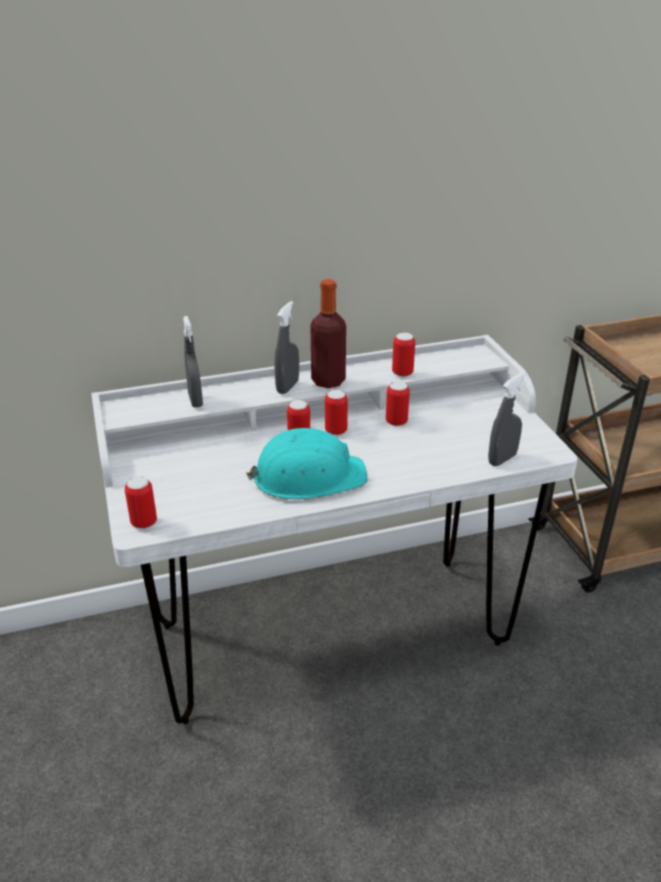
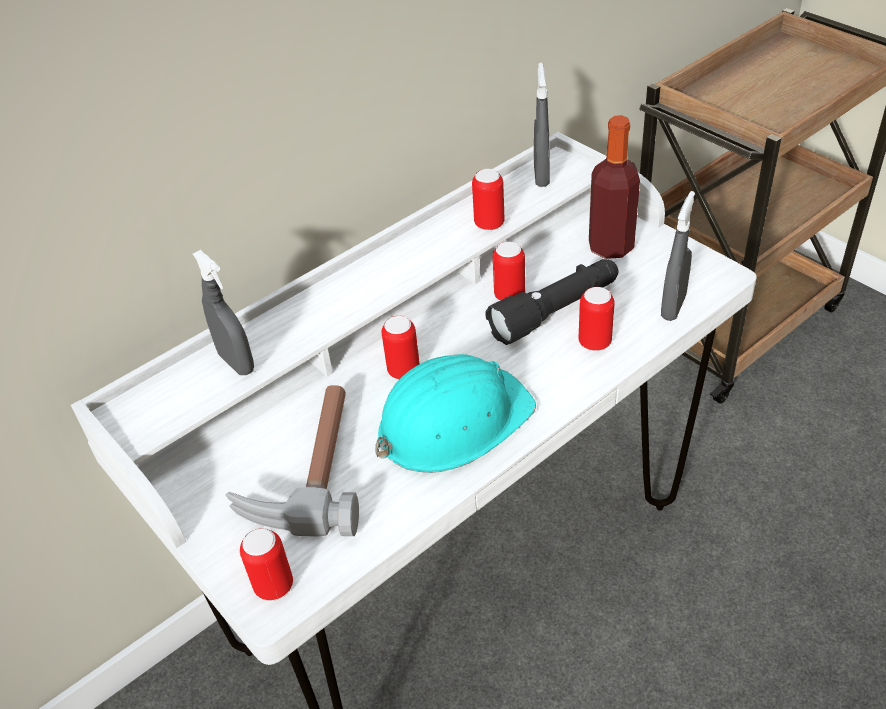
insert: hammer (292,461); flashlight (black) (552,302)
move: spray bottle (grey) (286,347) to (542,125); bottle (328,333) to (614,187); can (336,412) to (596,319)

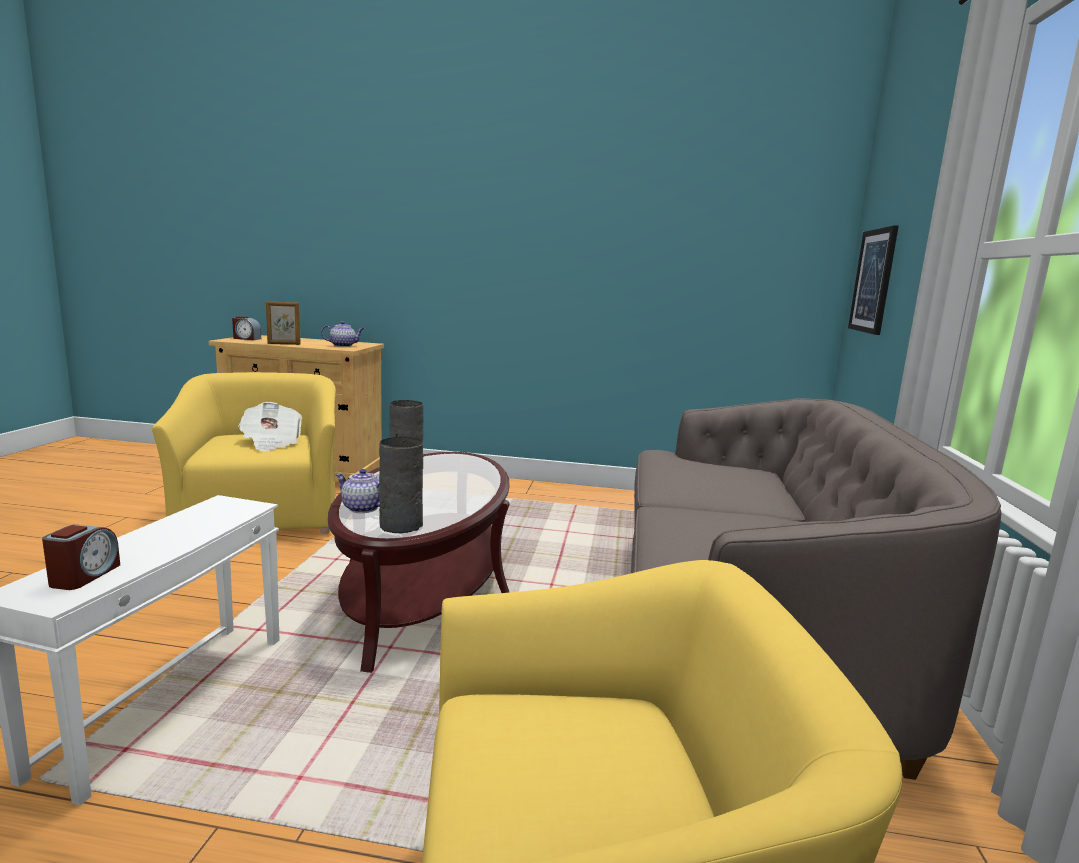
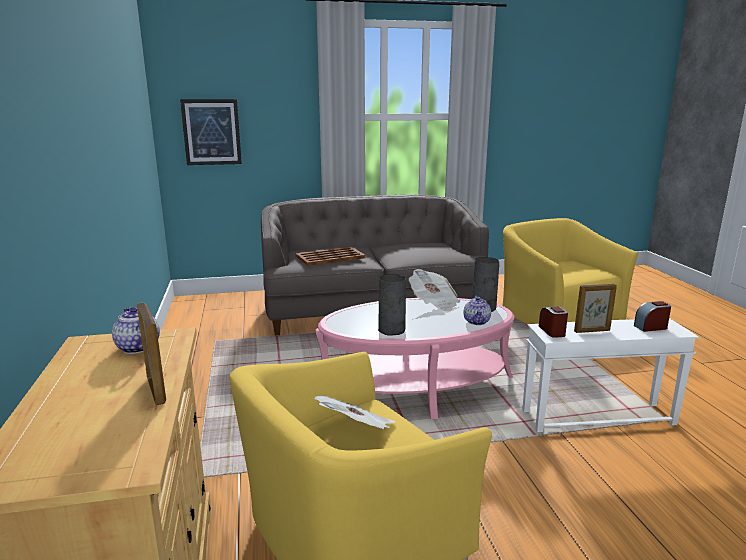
insert: tray (brown) (330,256); newspaper (434,291); picture frame (595,308)
move: alarm clock (246,328) to (553,322)
recolor: coffee table (brown) (419,562) to coffee table (pink) (415,358)

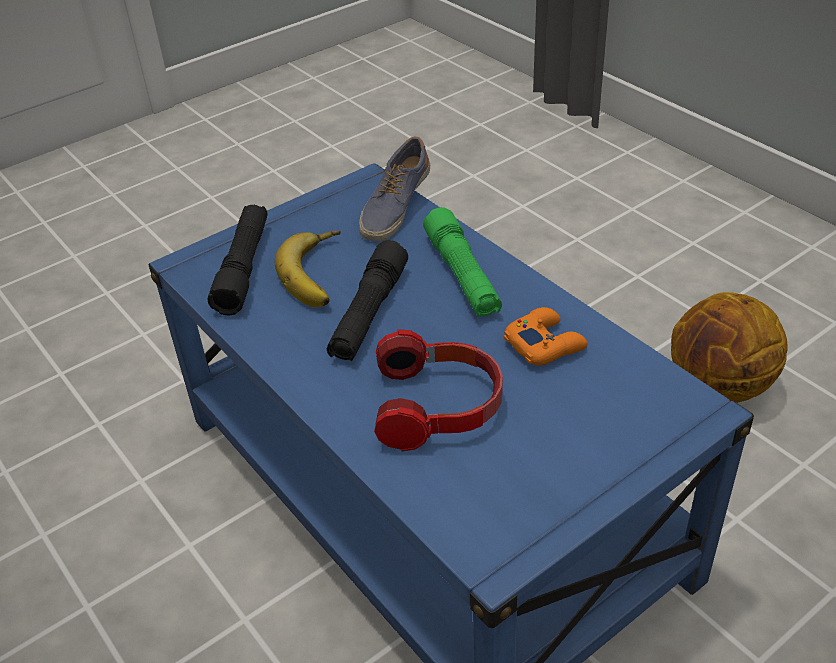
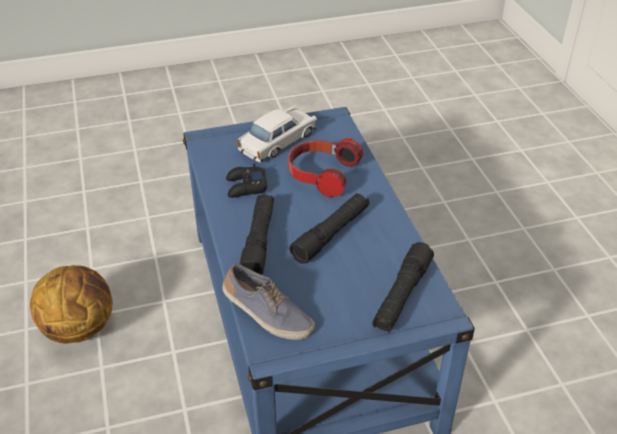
delete: banana (308,269)
insert: toy car (white) (277,133)
recolor: flashlight (green) (462,262) to flashlight (black) (257,235); game controller (orange) (546,336) to game controller (black) (247,181)
rotate: shoe (394,189) = (269,302) 75 degrees clockwise

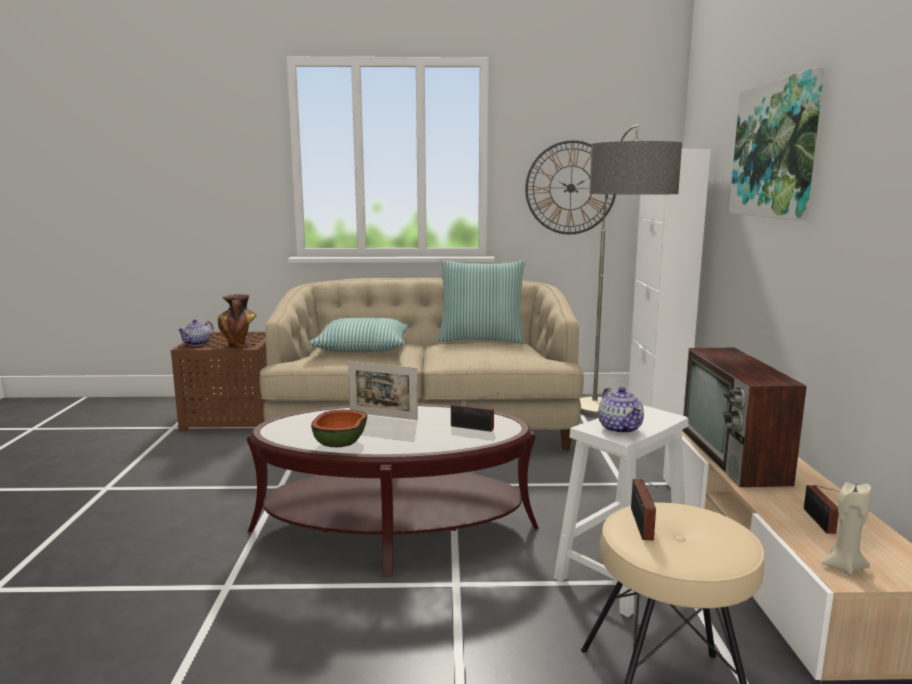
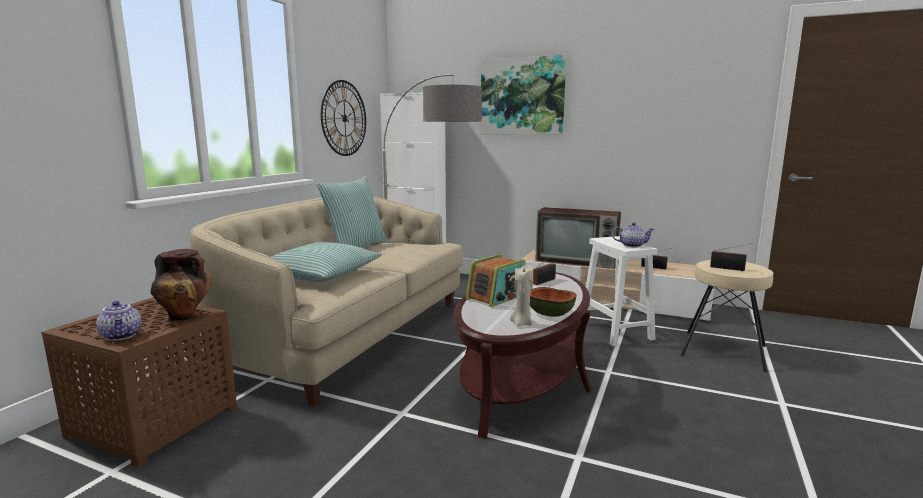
move: candle (beige) (847,528) to (521,295)
replace: picture frame (383,390) to radio (496,280)

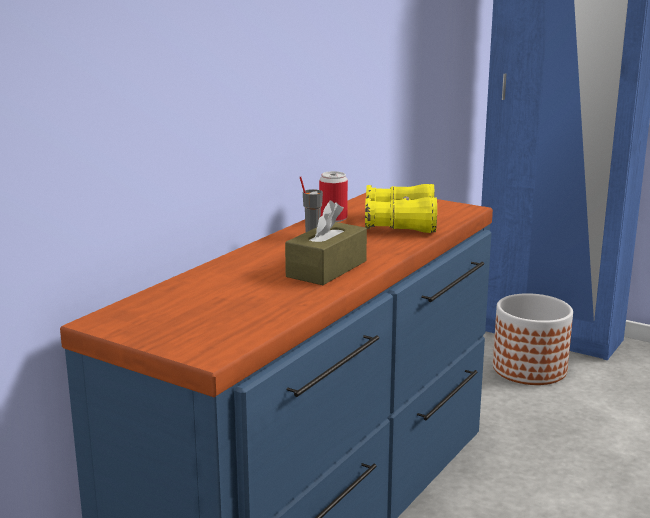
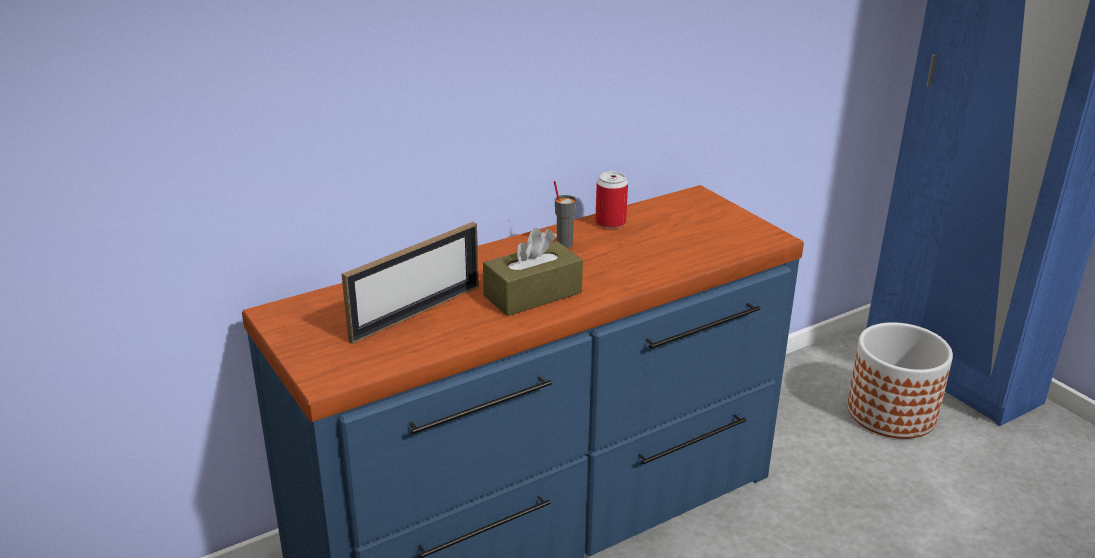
delete: binoculars (yellow) (401,208)
insert: picture frame (410,283)

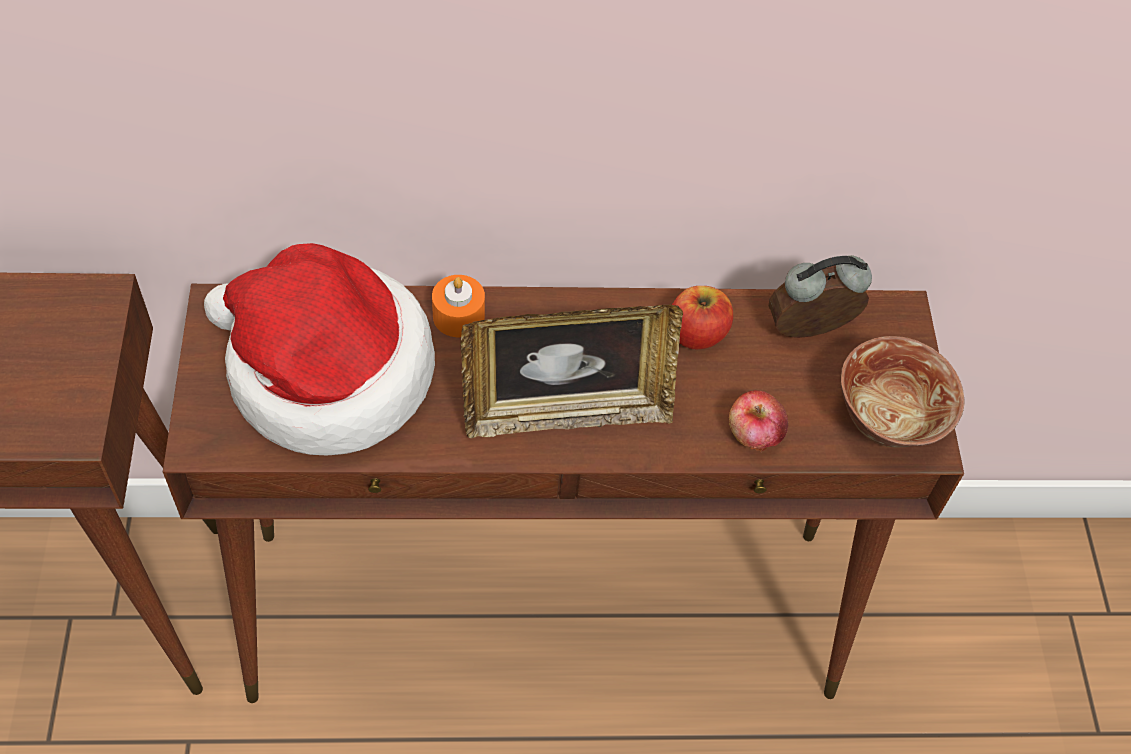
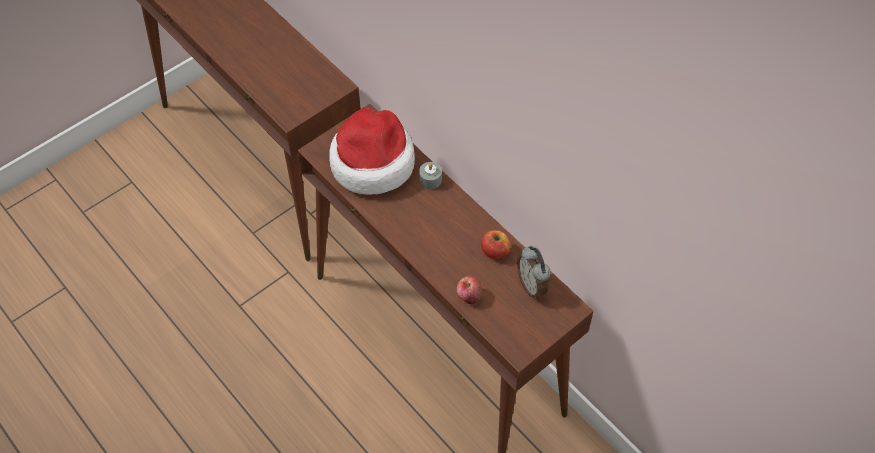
delete: picture frame (572,371); bowl (902,392)
recolor: candle (orange) (458,306) to candle (grey) (430,175)
rotate: alarm clock (820,296) = (534,272) 150 degrees counterclockwise

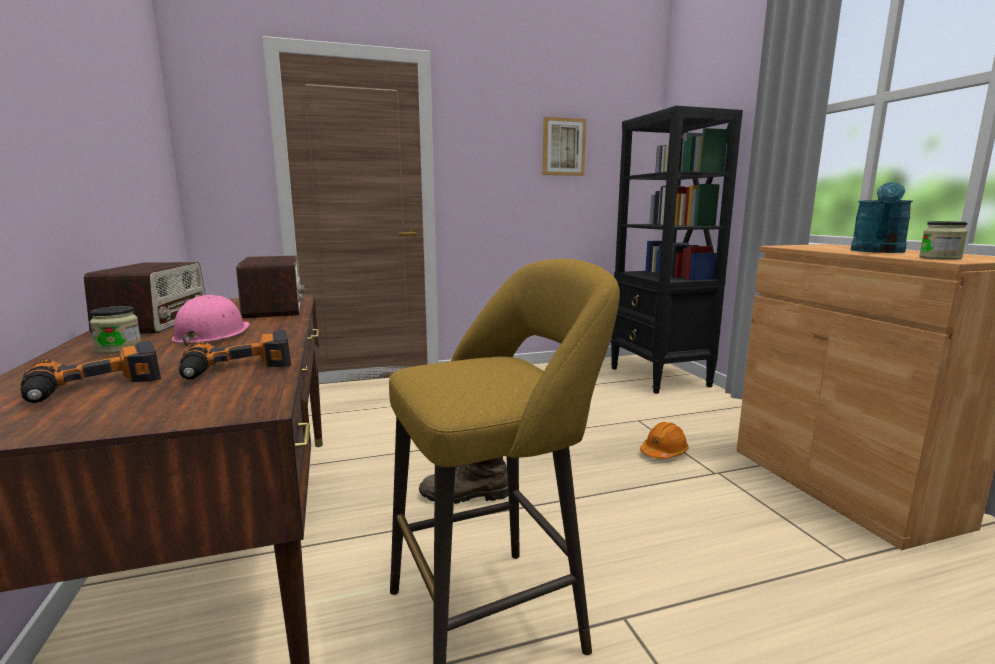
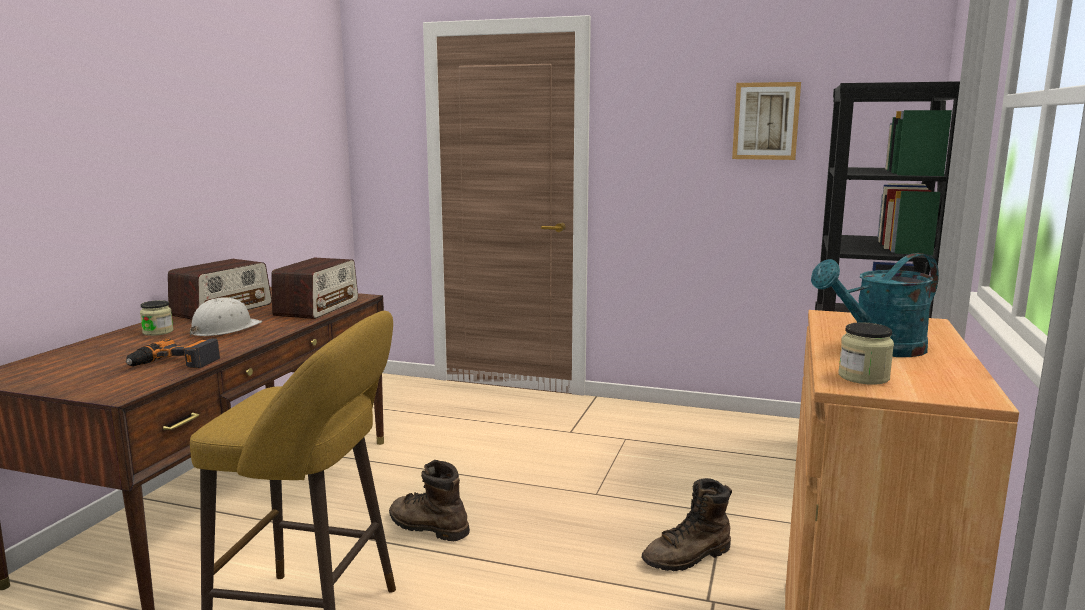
delete: power drill (91,372)
replace: hard hat (orange) (664,440) to boot (brown) (687,524)
recolor: hard hat (pink) (210,320) to hard hat (white) (226,316)

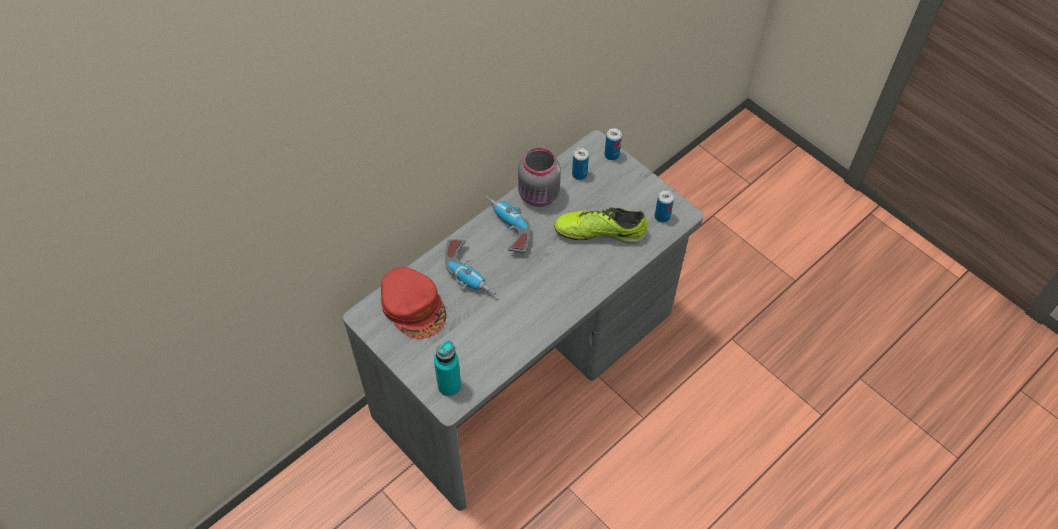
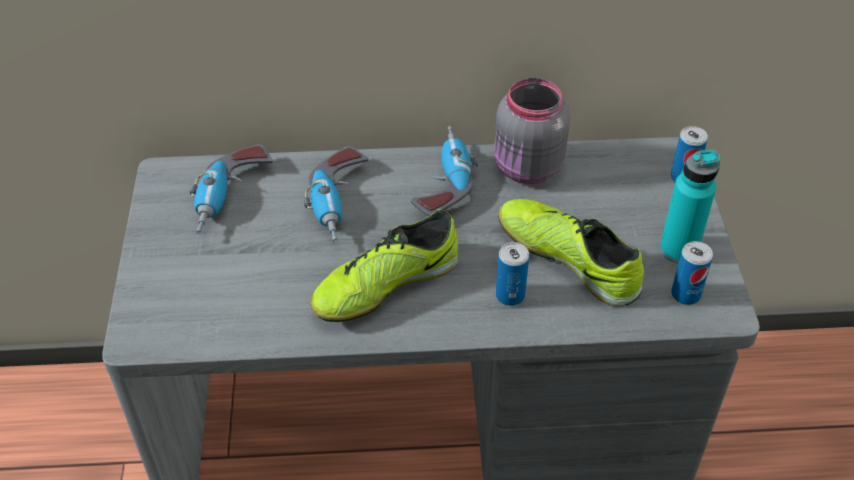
insert: shoe (384,265)
move: bottle (turquoise) (447,368) to (690,206); can (580,164) to (512,274)
replace: cap (red) (413,303) to power drill (231,189)

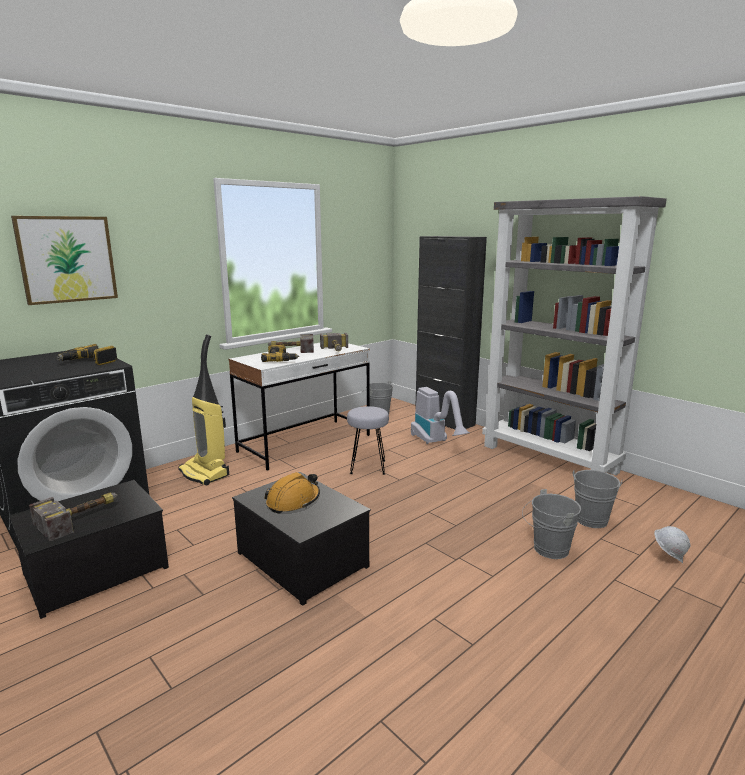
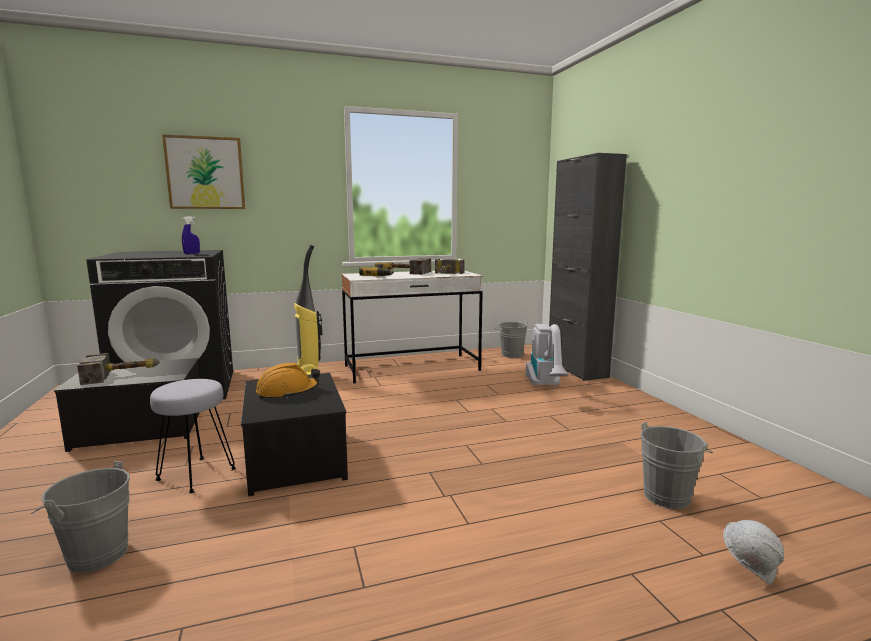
delete: bookcase (grey) (574,335)
move: stool (grey) (368,440) to (193,436); bucket (grey) (551,524) to (80,517)
replace: power drill (87,354) to spray bottle (blue) (191,235)

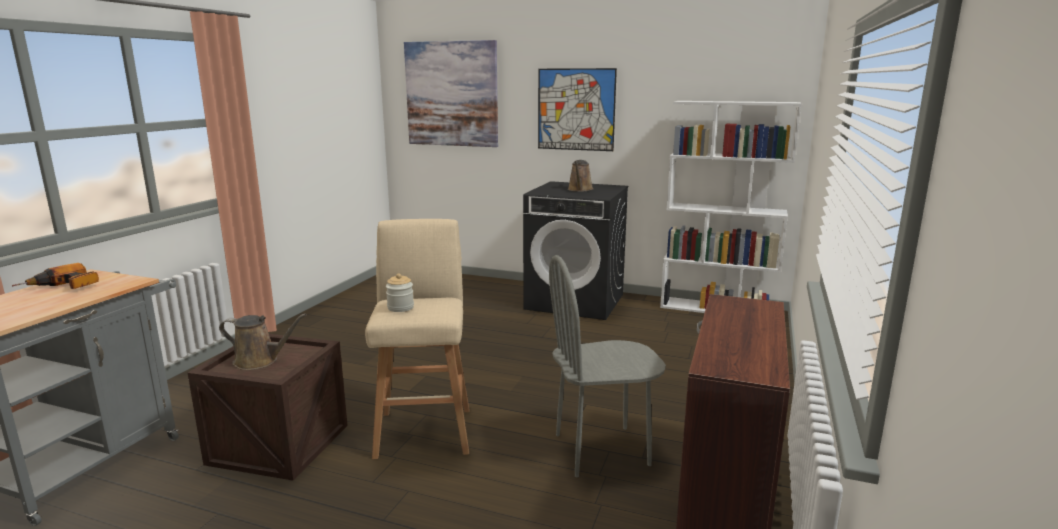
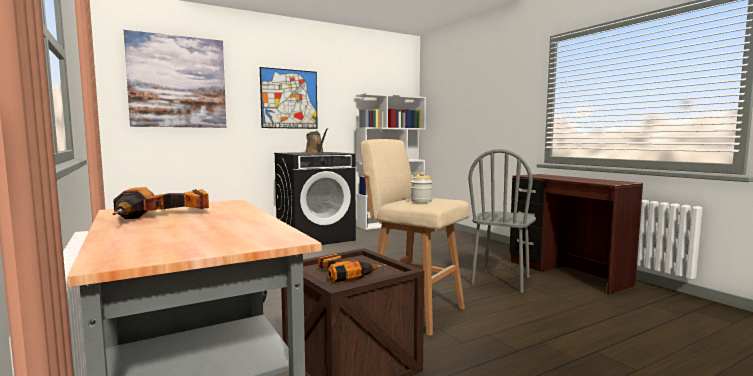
replace: watering can (brown) (263,342) to power drill (352,268)

